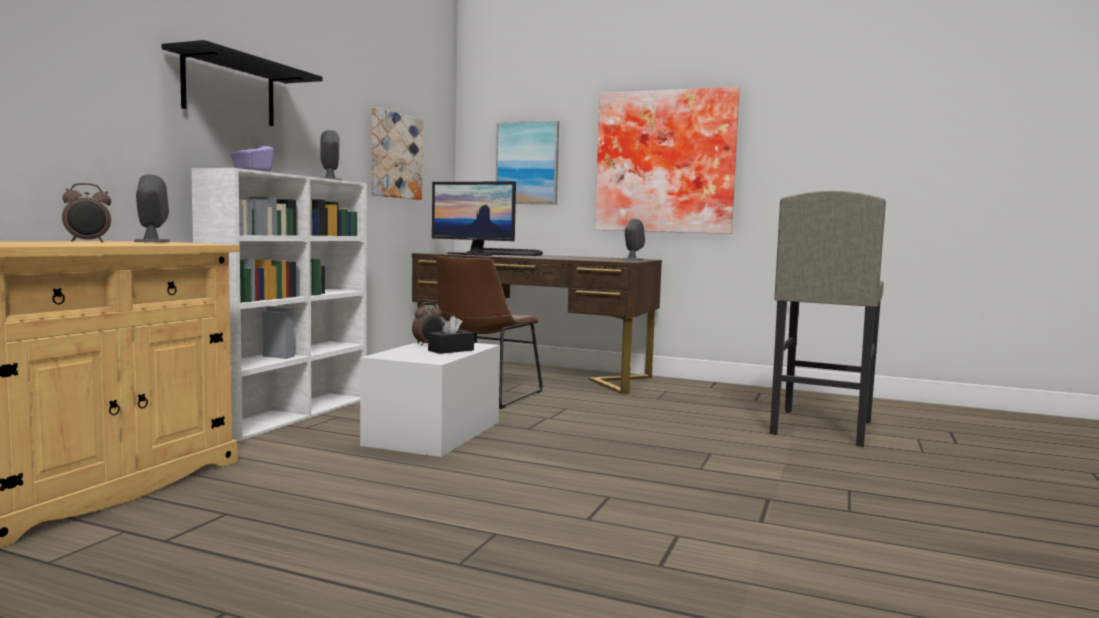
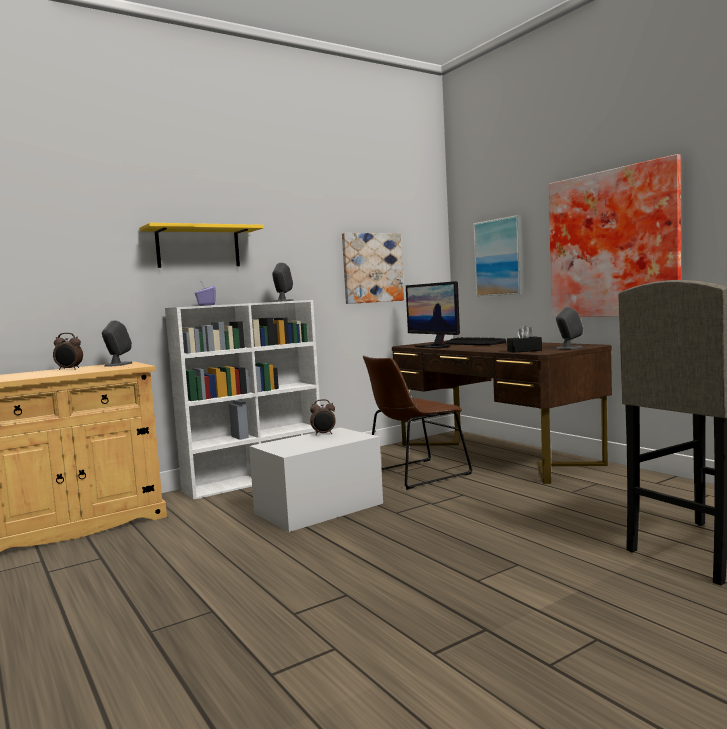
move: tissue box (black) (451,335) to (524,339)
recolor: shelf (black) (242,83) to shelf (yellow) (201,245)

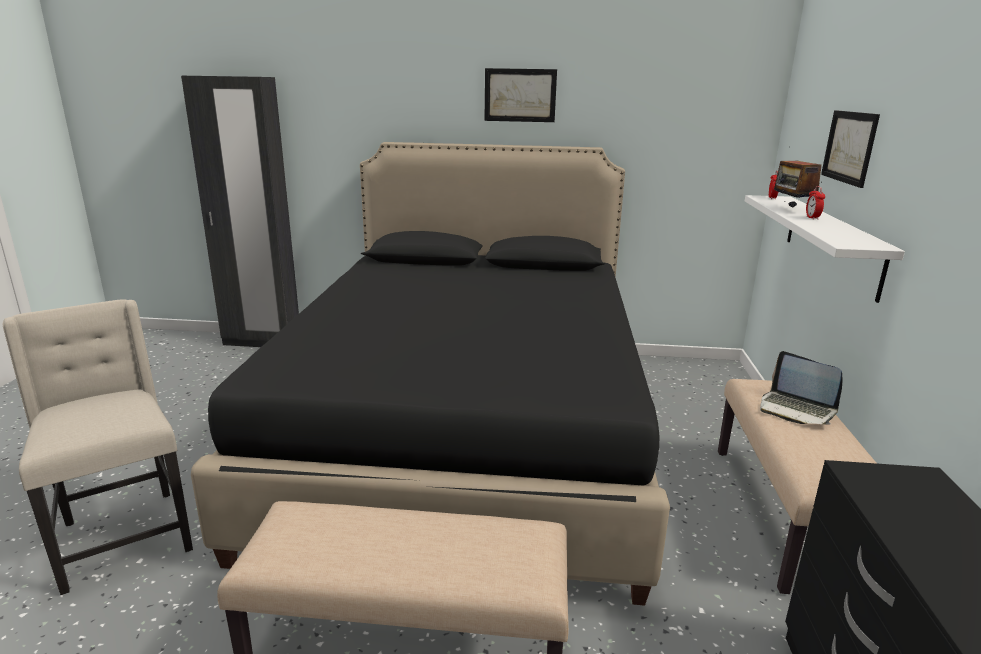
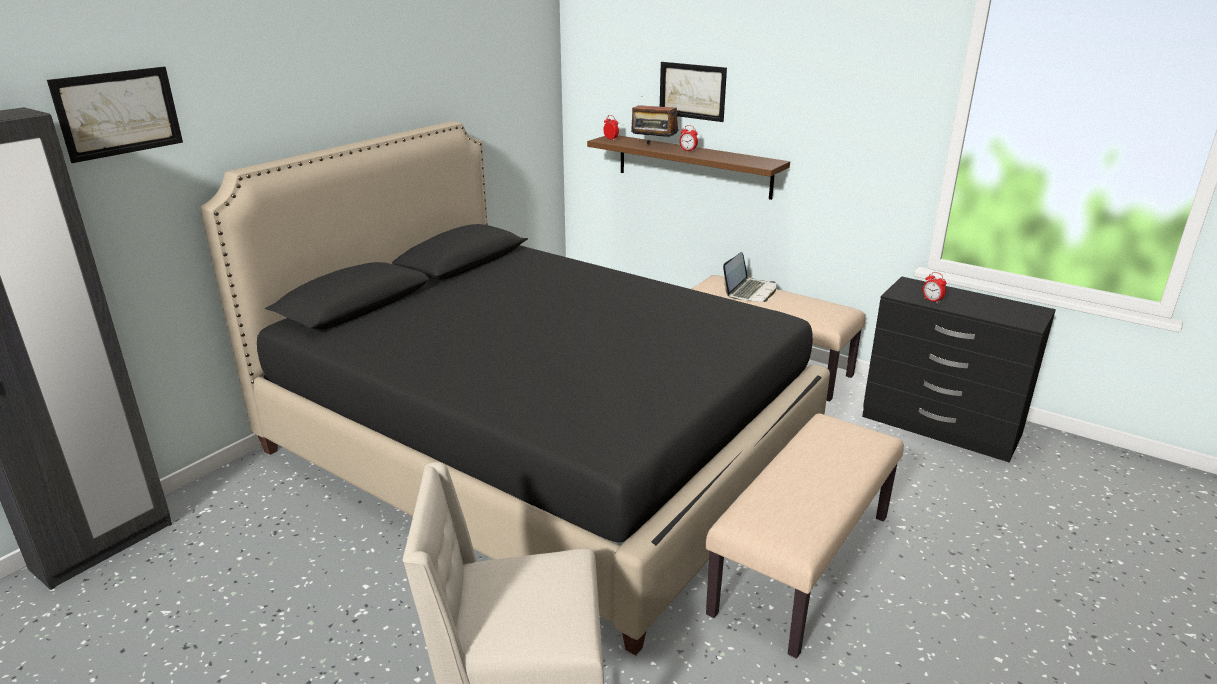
insert: alarm clock (934,287)
move: picture (520,95) to (115,115)
recolor: shelf (white) (825,249) to shelf (brown) (688,167)
rotate: laptop (801,388) = (749,277) 45 degrees counterclockwise

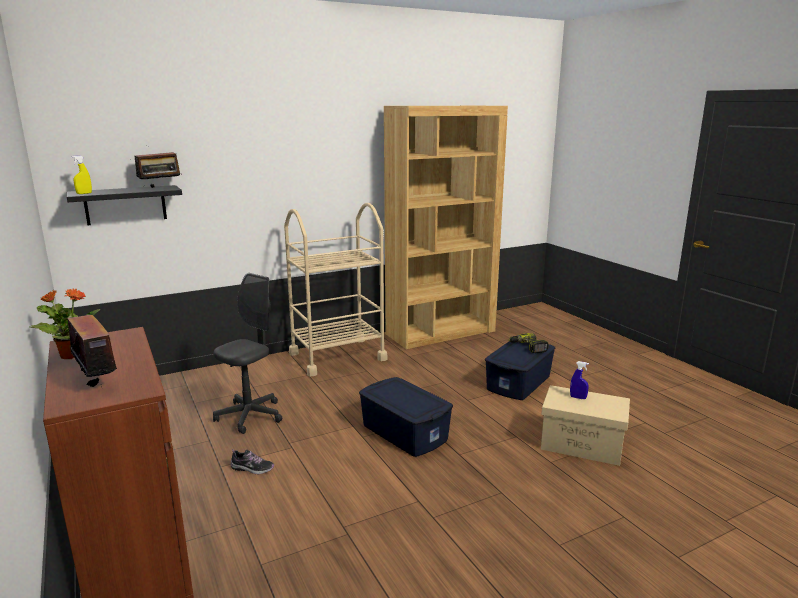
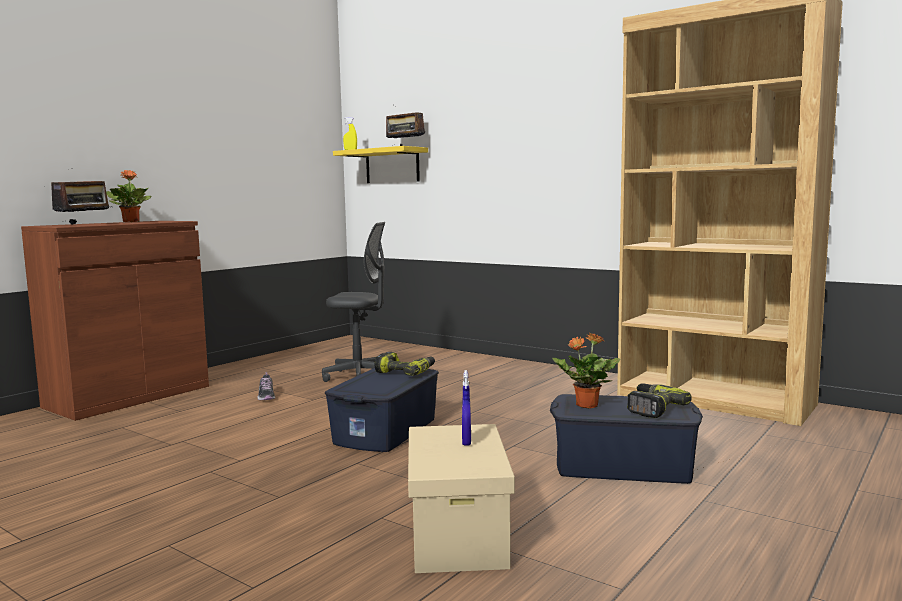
delete: cart (beige) (335,289)
insert: power drill (404,364); potted plant (586,371)
recolor: shelf (black) (124,205) to shelf (yellow) (380,164)

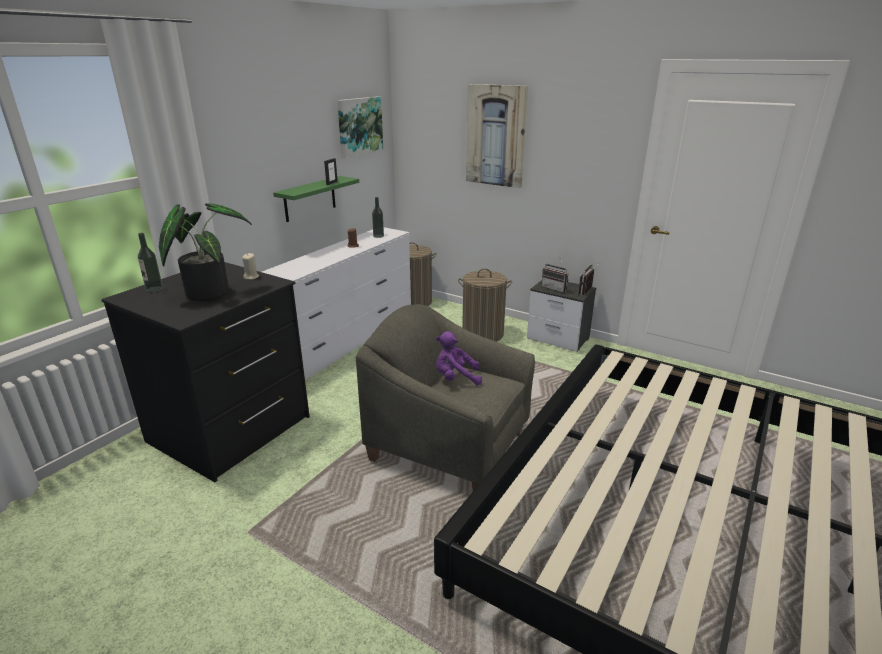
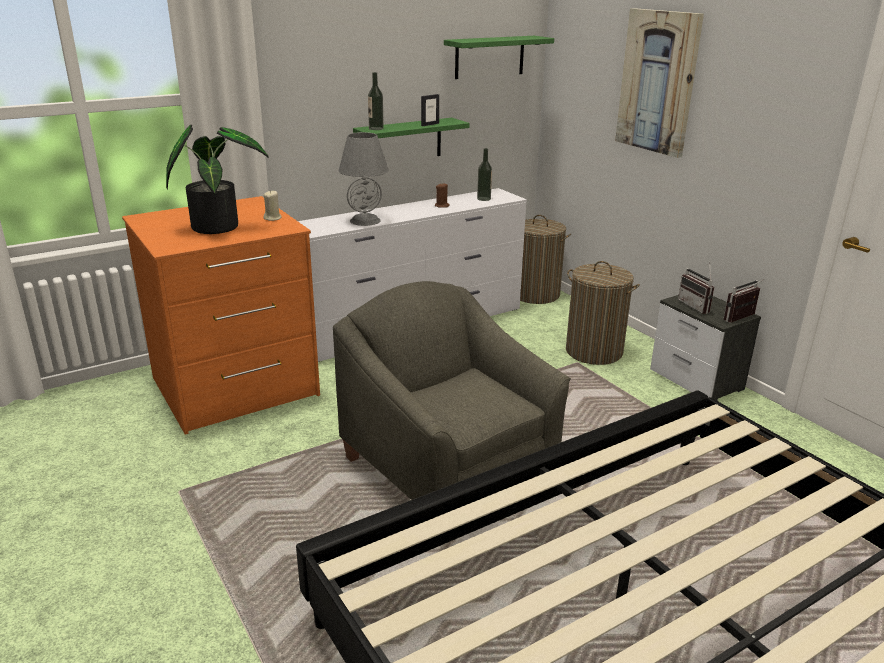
delete: plush toy (purple) (459,358)
insert: table lamp (grey) (363,179)
move: bottle (150,262) to (376,101)
replace: picture (360,127) to shelf (green) (499,57)
recolor: dresser (black) (205,372) to dresser (orange) (221,315)

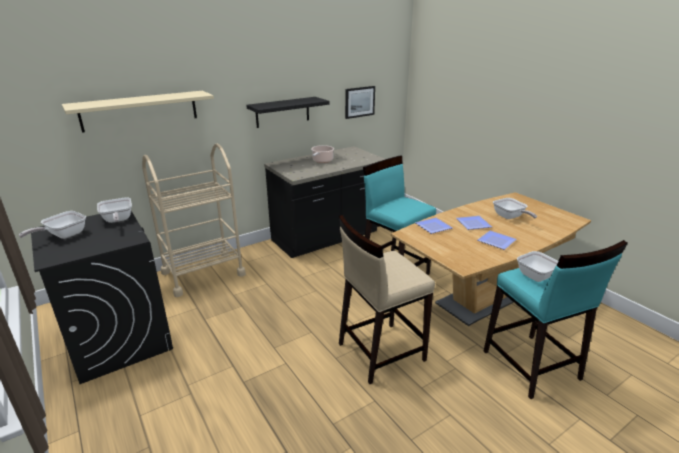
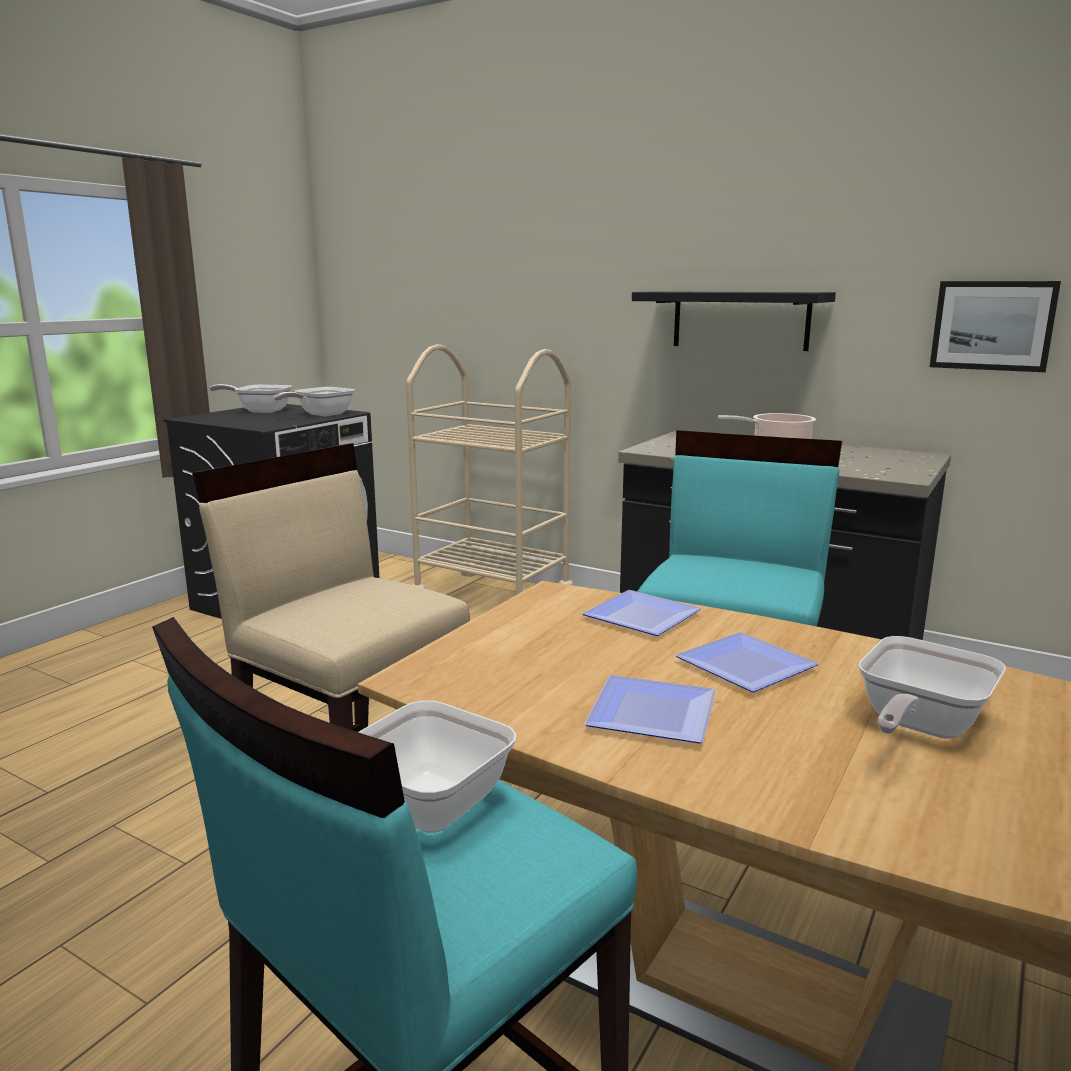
delete: shelf (beige) (138,112)

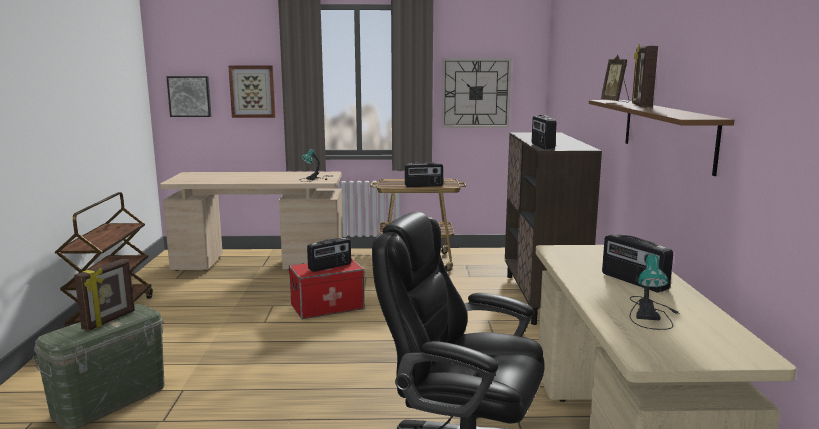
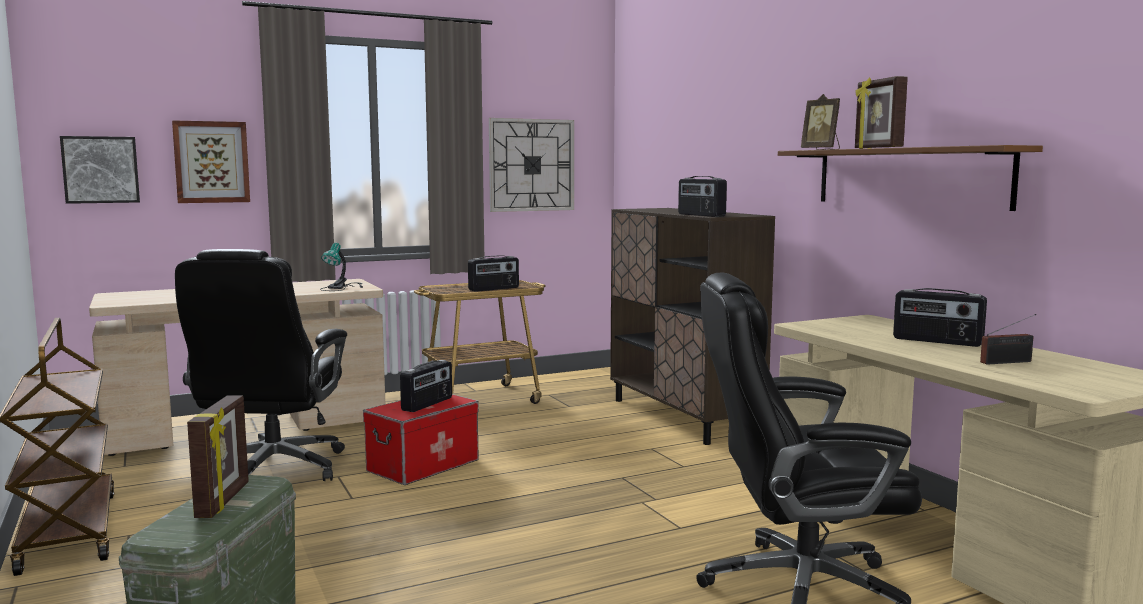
insert: office chair (black) (261,365)
replace: table lamp (654,292) to radio (1008,339)

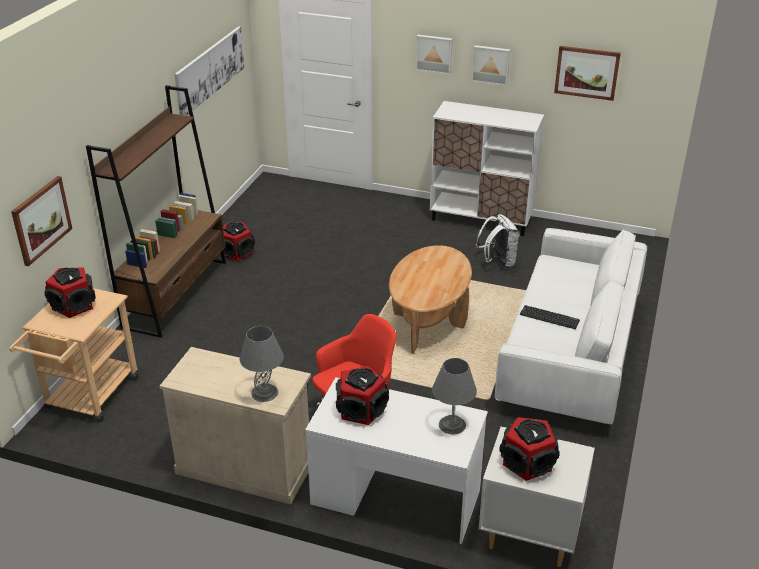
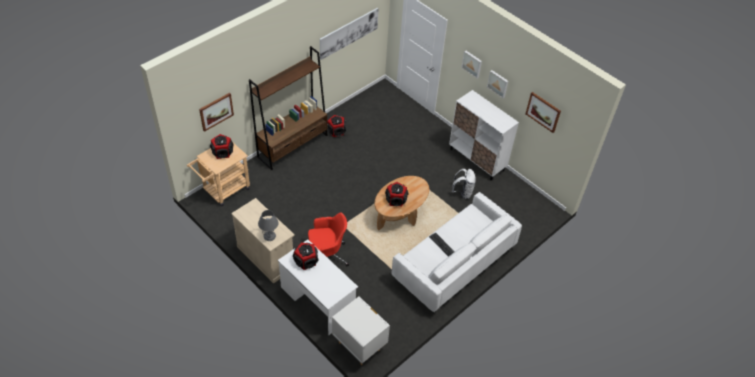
delete: table lamp (grey) (454,396)
move: speaker (529,449) to (397,194)

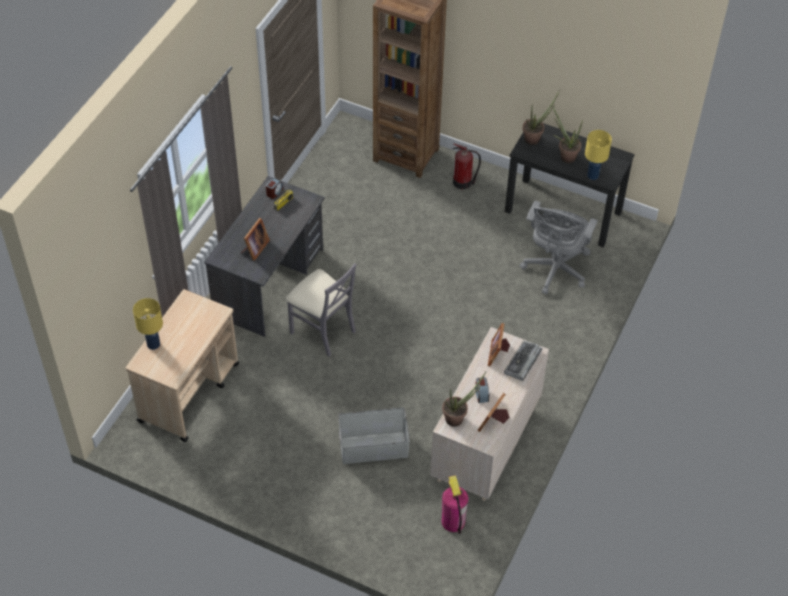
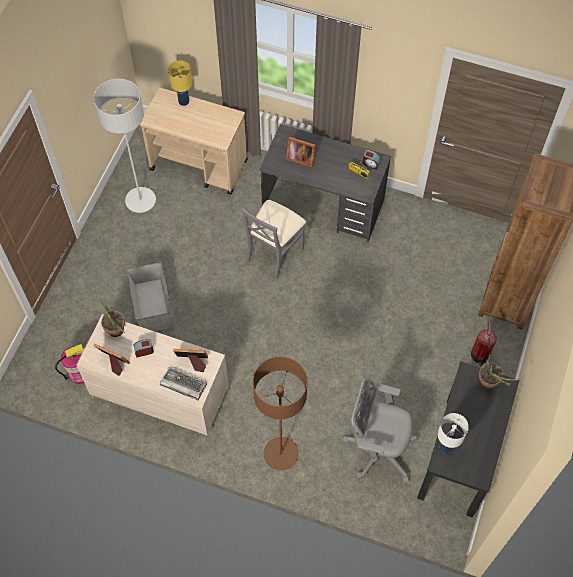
delete: potted plant (567,134)
insert: floor lamp (grey) (124,146); floor lamp (brown) (280,414)
recolor: table lamp (yellow) (598,155) to table lamp (white) (453,433)

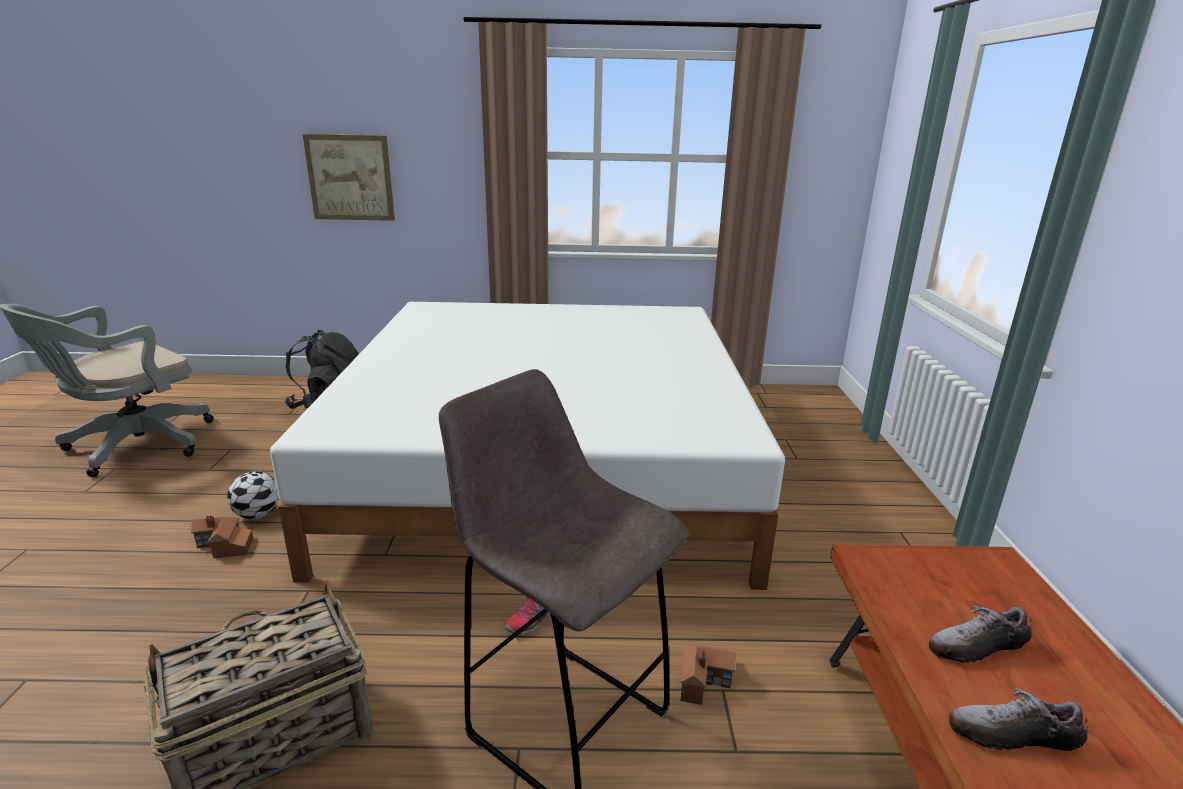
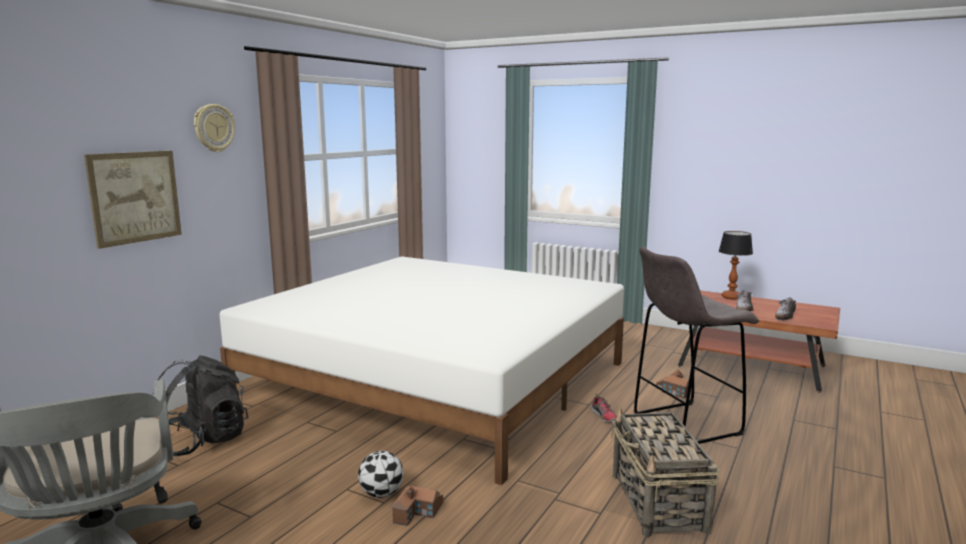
insert: wall clock (214,128); table lamp (736,265)

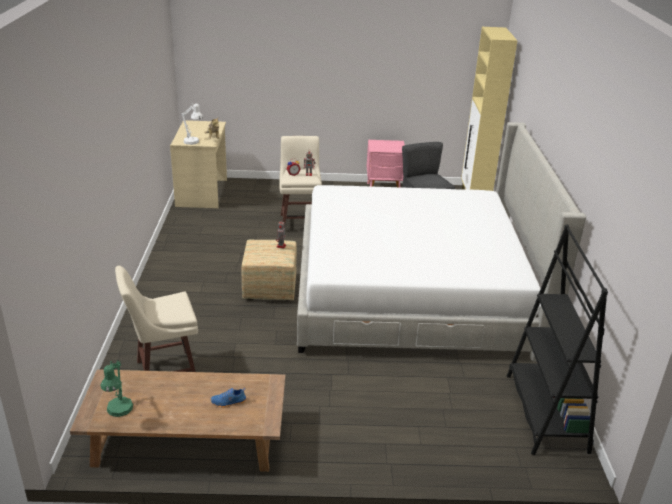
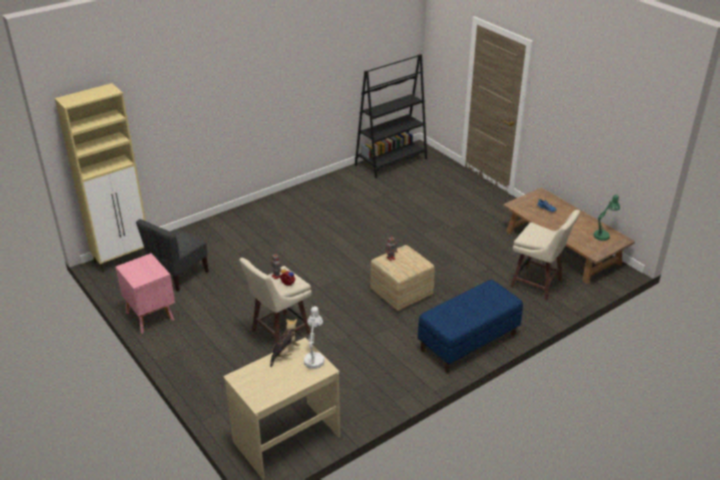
delete: bed (441,241)
insert: bench (blue) (470,326)

